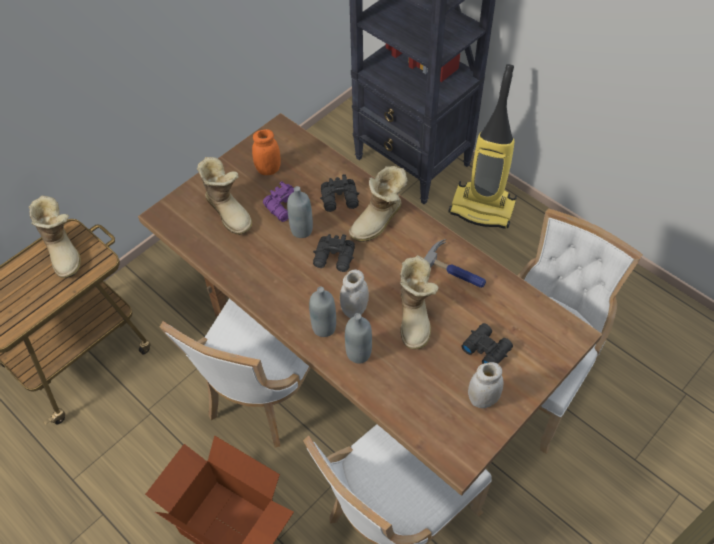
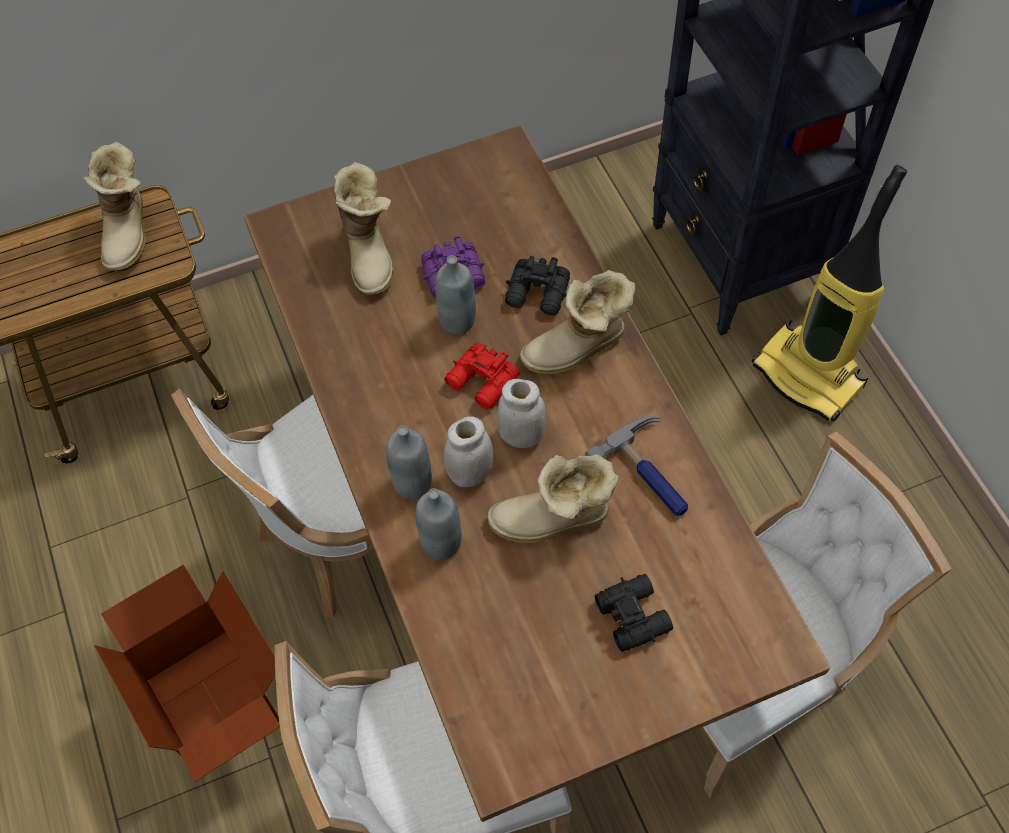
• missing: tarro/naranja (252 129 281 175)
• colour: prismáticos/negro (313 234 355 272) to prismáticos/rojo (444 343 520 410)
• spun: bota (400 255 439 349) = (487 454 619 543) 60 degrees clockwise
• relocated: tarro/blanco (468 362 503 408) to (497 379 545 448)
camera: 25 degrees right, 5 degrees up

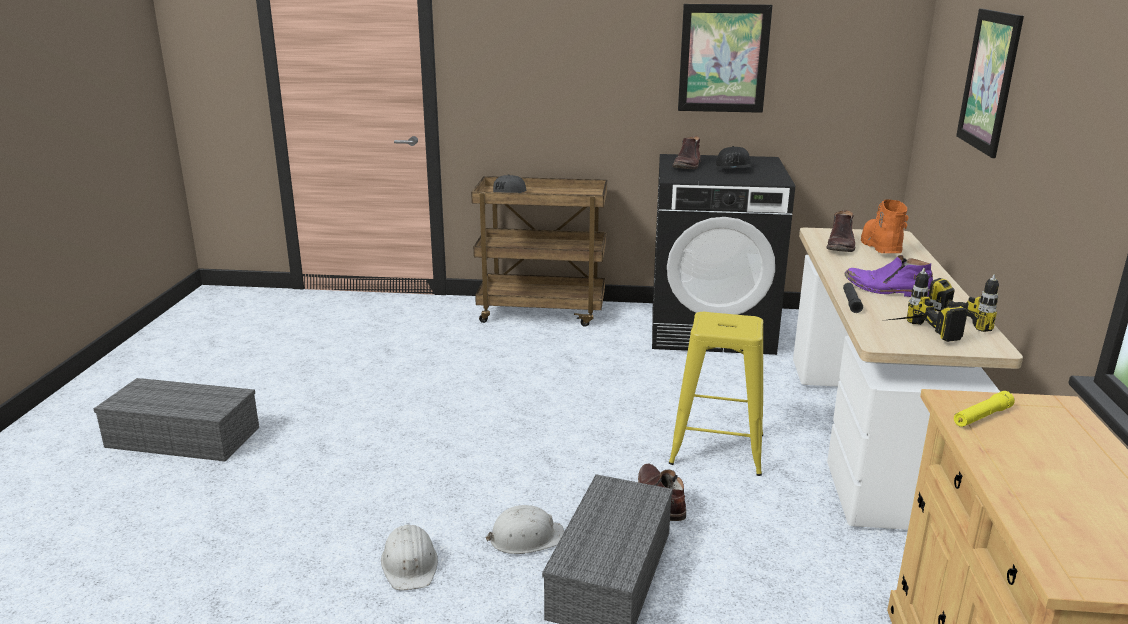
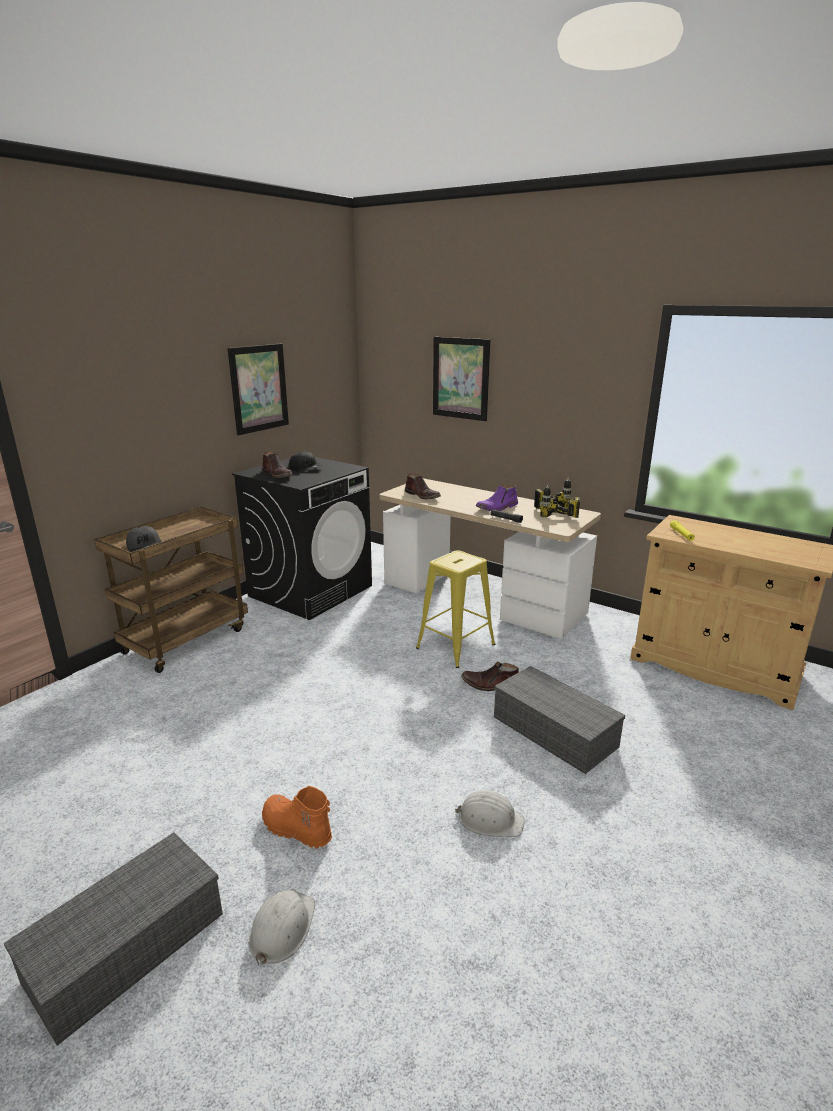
• relocated: casco/blanco (485 505 564 554) to (249 889 315 965)
• relocated: bota/naranja (861 199 908 253) to (262 786 332 849)
camera: 60 degrees left, 0 degrees up

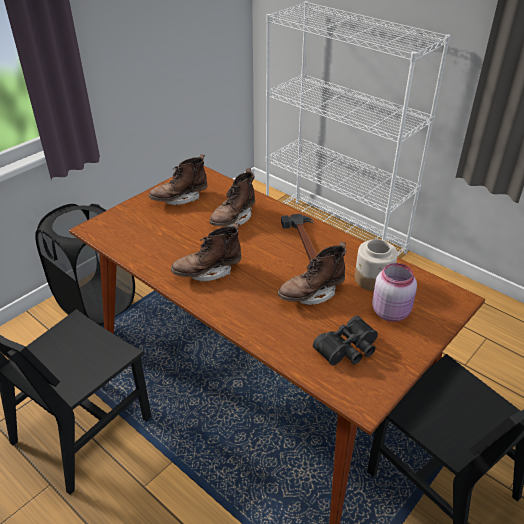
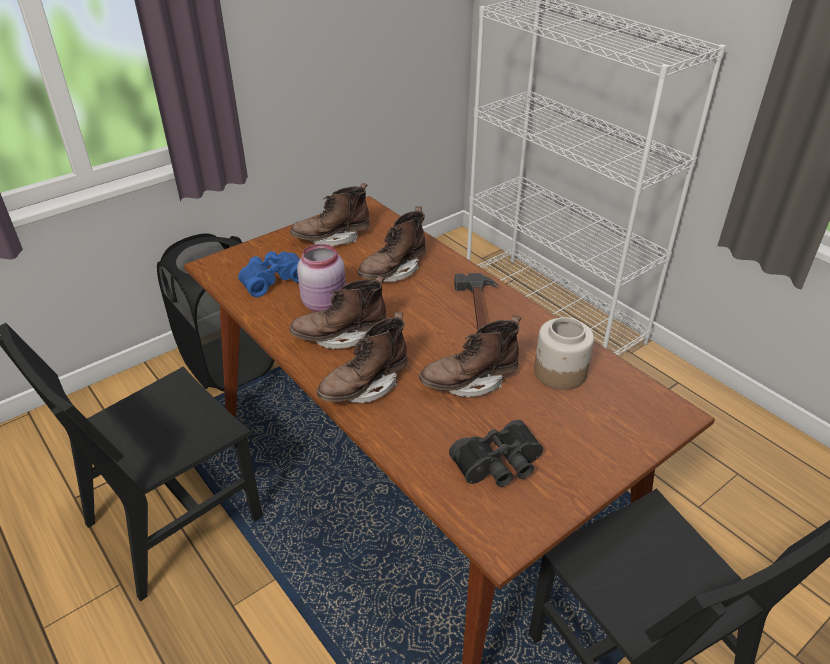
• relocated: tarro/rosa (372 263 417 322) to (297 244 346 312)
• appeared: prismáticos/azul (238 251 300 297)
• appeared: bota/marrón (317 312 408 403)
camera: 10 degrees right, 0 degrees up

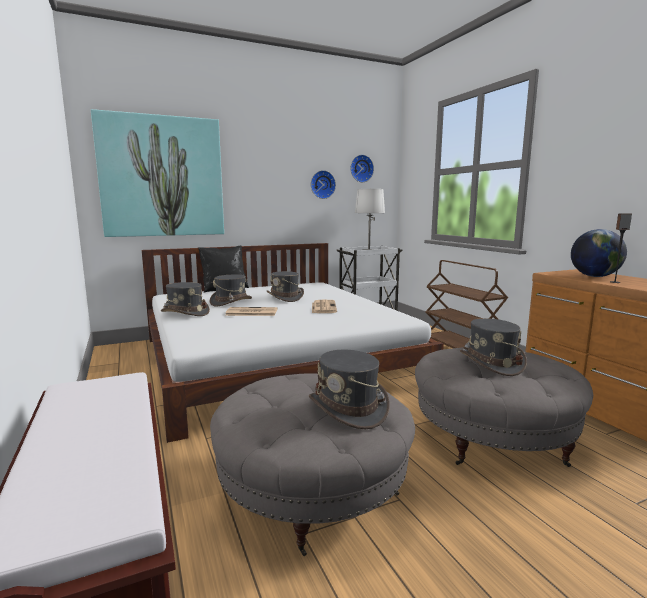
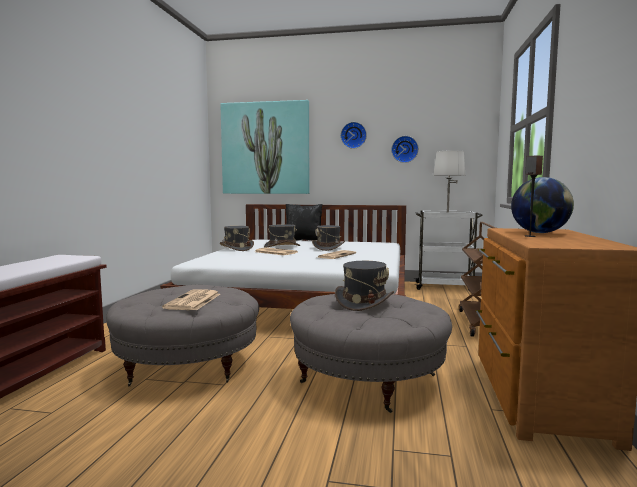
• exchanged: sombrero/gris (309 350 390 429) to periódico (162 289 220 310)
• relocated: reloj de pared (350 155 374 182) to (341 122 367 149)
camera: 35 degrees right, 5 degrees down

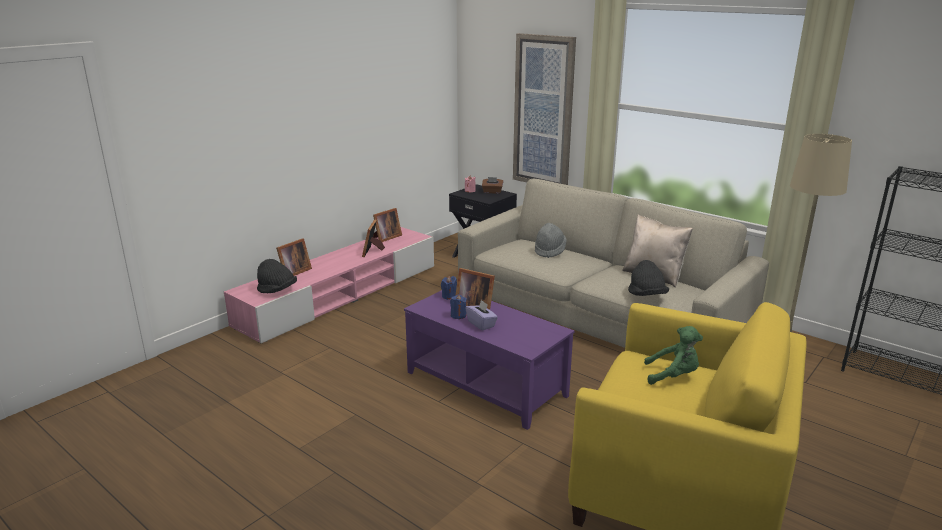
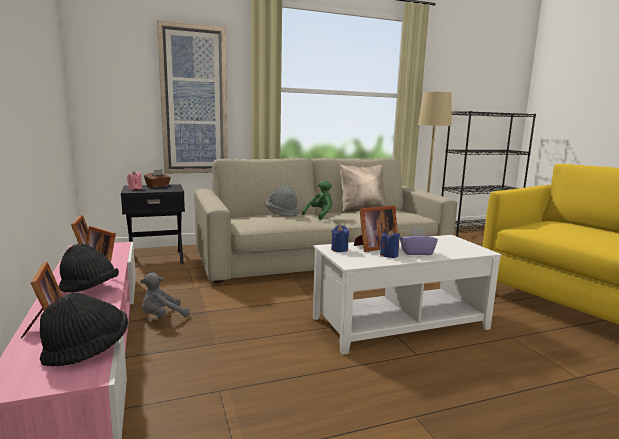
• colour: mesa de centro/morado (404 290 575 430) to mesa de centro/blanco (313 235 502 355)
• relocated: sombrero/negro (628 260 669 296) to (59 243 119 293)
• relocated: peluche/verde (644 326 703 385) to (302 180 332 220)
• appeared: peluche/gris (140 273 190 317)
camera: 60 degrees left, 10 degrees down

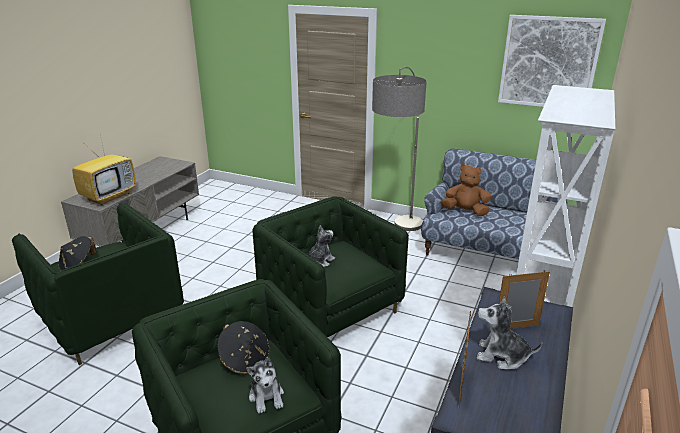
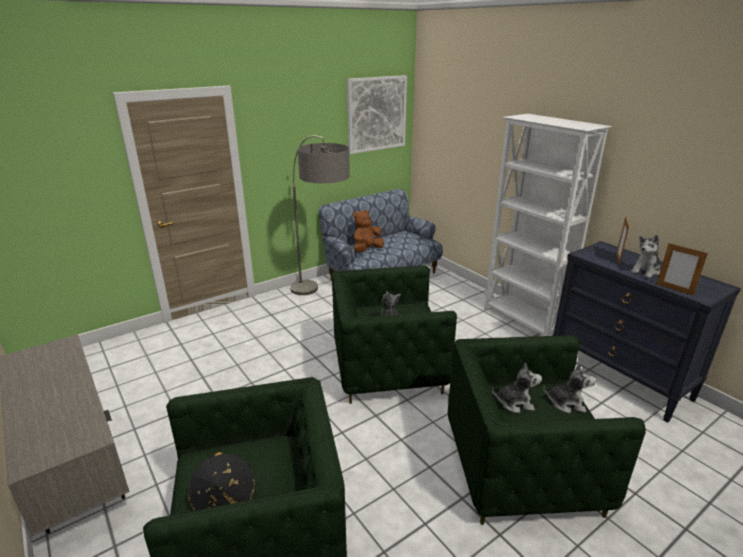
• missing: televisor (72 135 136 205)
• exchanged: sombrero/negro (217 321 270 375) to peluche (492 363 542 413)
camera: 60 degrees left, 0 degrees up

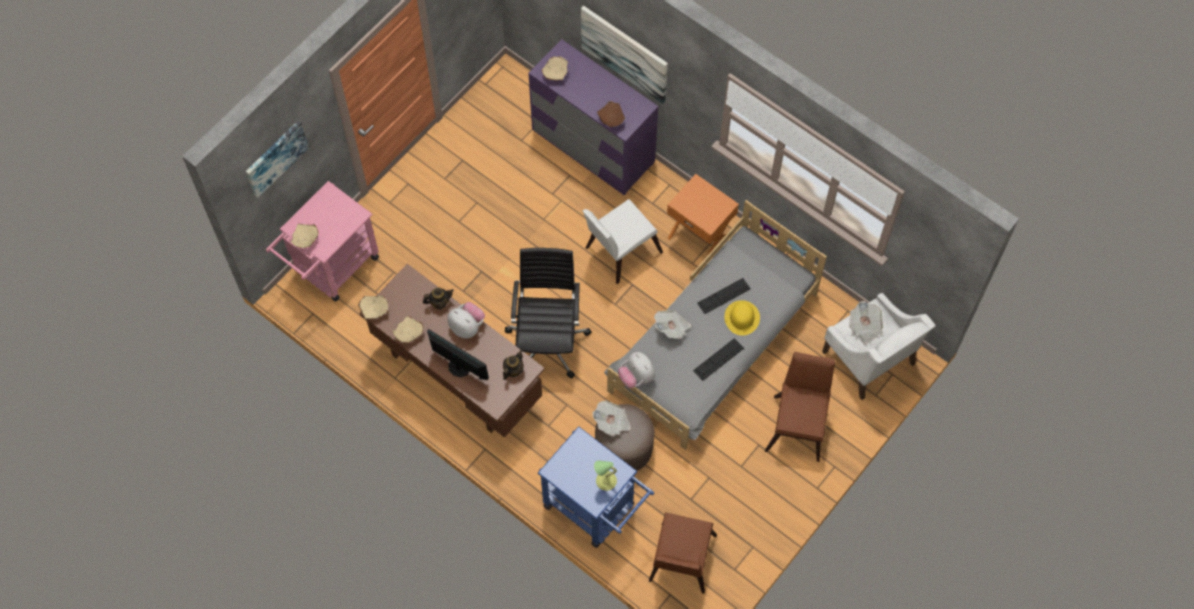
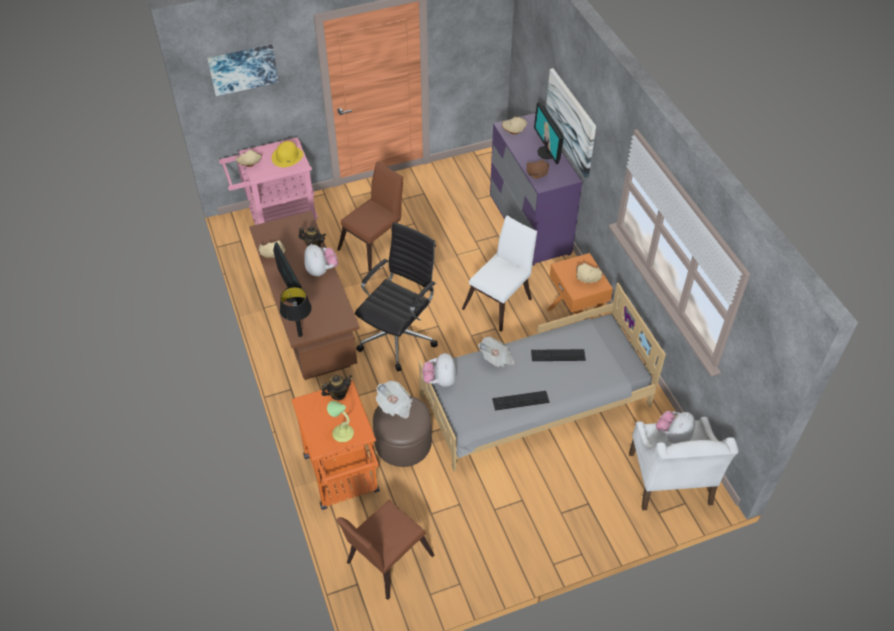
• relocated: cuenco/beis (358 295 388 319) to (576 263 603 283)
• relocated: tetera (503 350 524 380) to (321 375 352 400)
• colour: carrito/azul (538 426 654 548) to carrito/naranja (291 381 380 510)
• spun: silla/blanco (583 199 663 284) = (462 216 537 332) 135 degrees clockwise
• relocated: sombrero/amarillo (724 300 760 335) to (272 141 303 167)
• relocated: silla/marrón (765 351 835 462) to (337 161 403 272)
• exchanged: periódico (849 301 883 345) to peluche (656 411 695 444)
• appeared: lámpara de mesa/negro (280 287 312 337)
• appeared: monitor (534 102 564 164)
camera: 30 degrees right, 15 degrees down

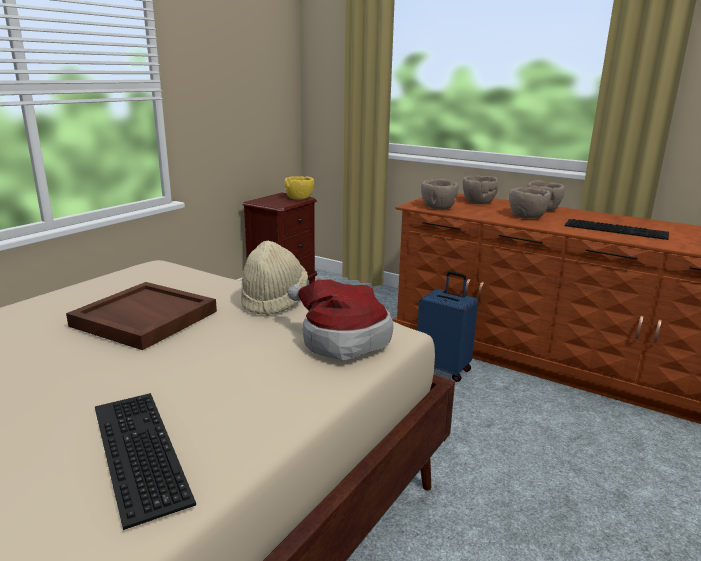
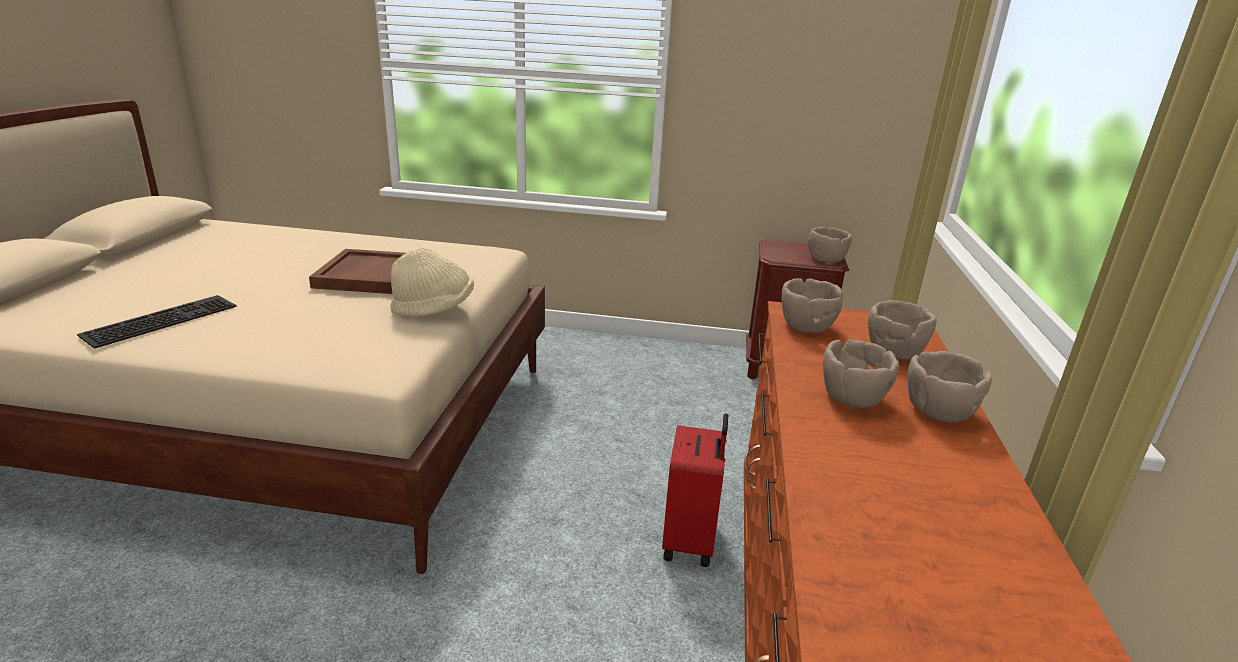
• colour: cuenco/amarillo (285 176 314 200) to cuenco/marrón (808 227 852 262)
• missing: sombrero (288 279 393 361)
• colour: maleta/azul (417 271 478 382) to maleta/rojo (662 413 728 567)
• missing: teclado (565 219 669 240)
camera: 65 degrees right, 5 degrees up

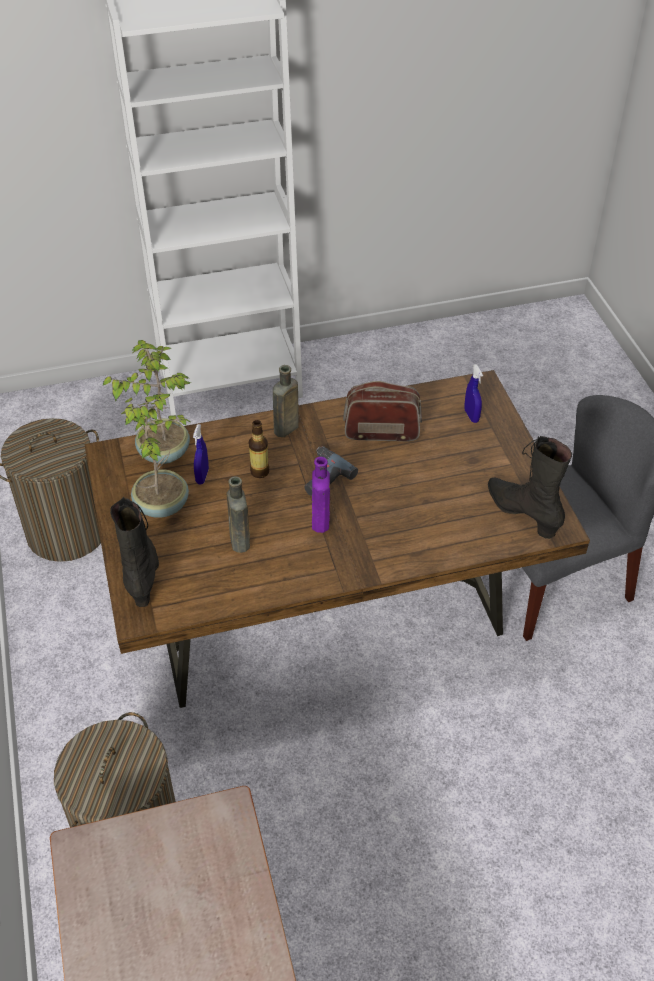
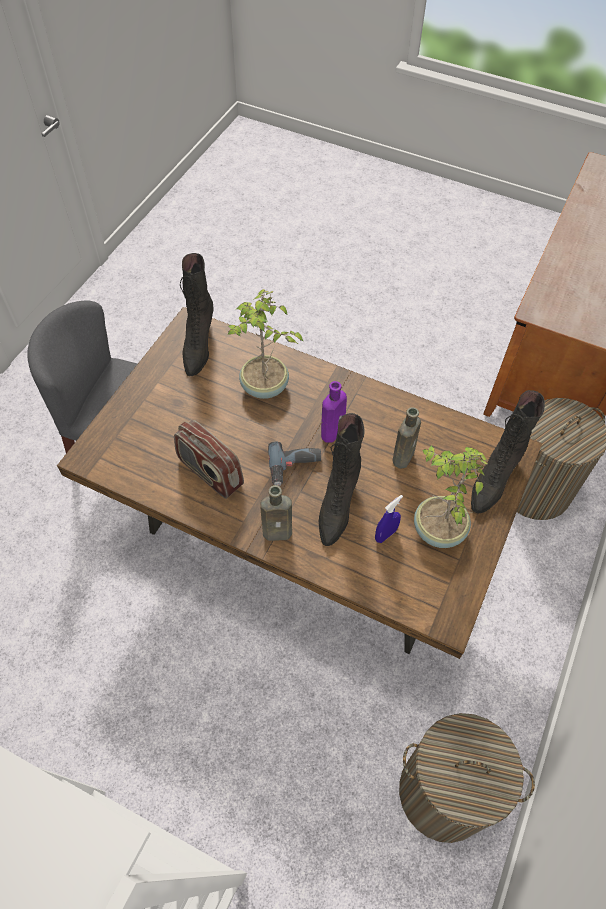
• relocated: planta en maceta (102 340 192 464) to (227 289 304 399)
• exchanged: botella (249 420 269 478) to bota/negro (319 413 364 546)
• missing: pulverizador/azul (464 364 483 423)
camera: 140 degrees left, 10 degrees up

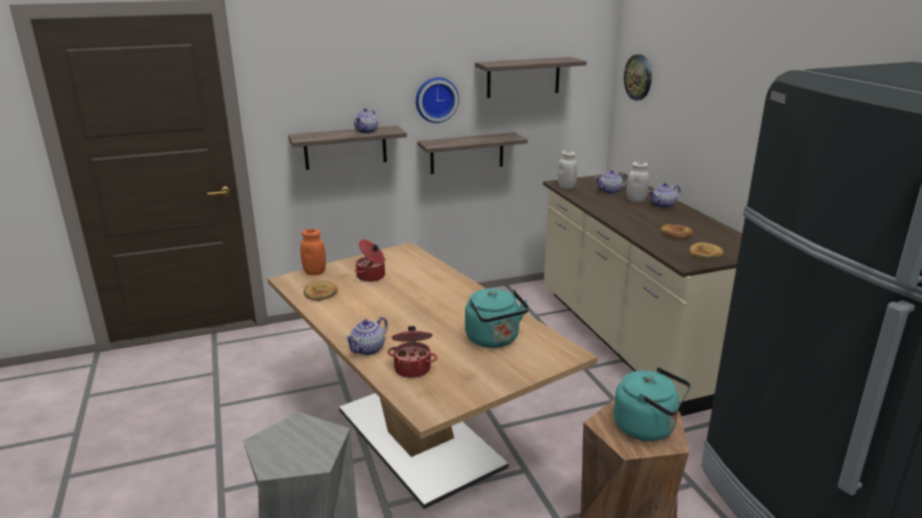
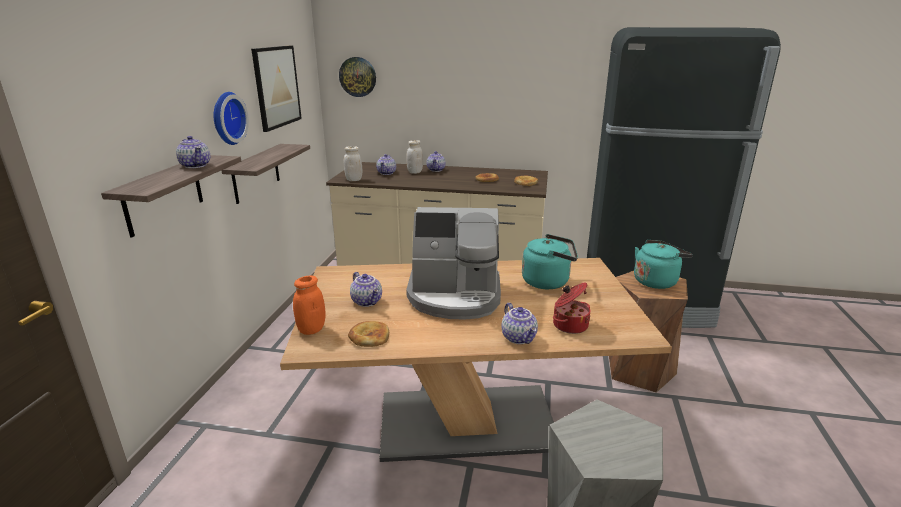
• exchanged: olla (355 239 386 282) to tetera (350 272 382 307)
• exchanged: estante (475 57 587 98) to cuadro (251 45 302 132)
• appeared: cafetera (406 207 501 319)
camera: 60 degrees left, 0 degrees up

